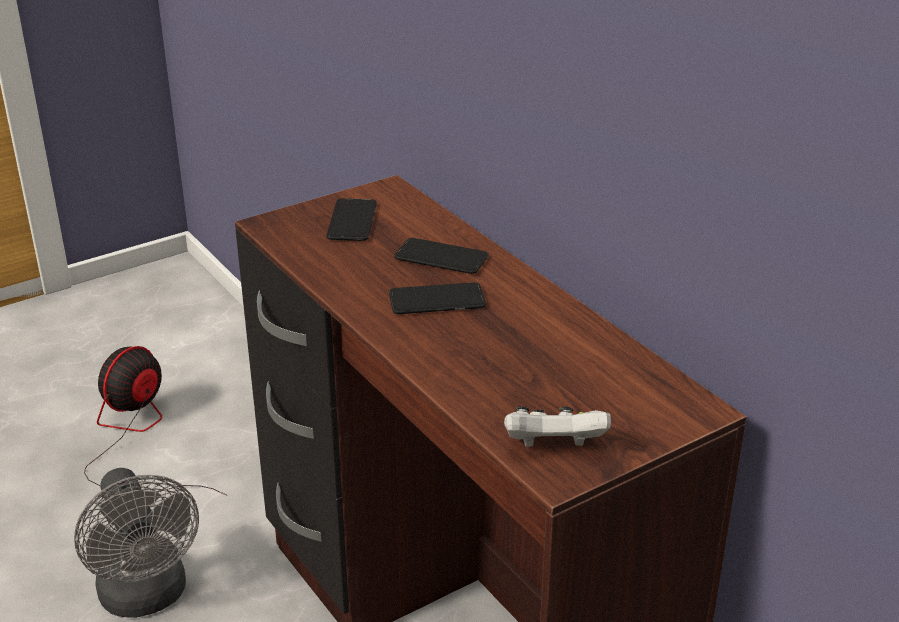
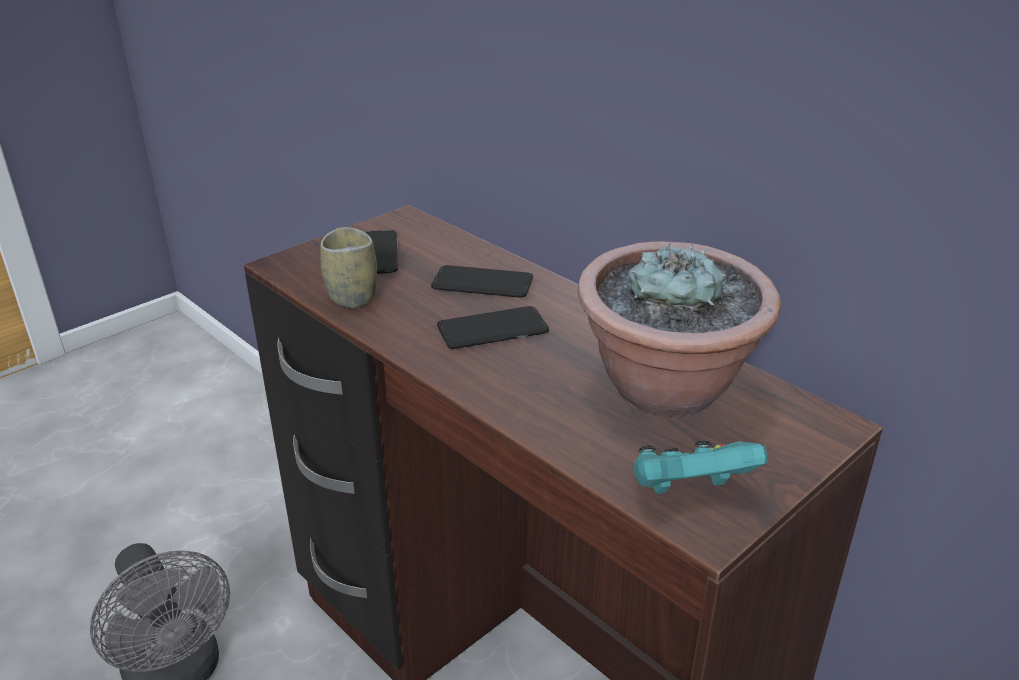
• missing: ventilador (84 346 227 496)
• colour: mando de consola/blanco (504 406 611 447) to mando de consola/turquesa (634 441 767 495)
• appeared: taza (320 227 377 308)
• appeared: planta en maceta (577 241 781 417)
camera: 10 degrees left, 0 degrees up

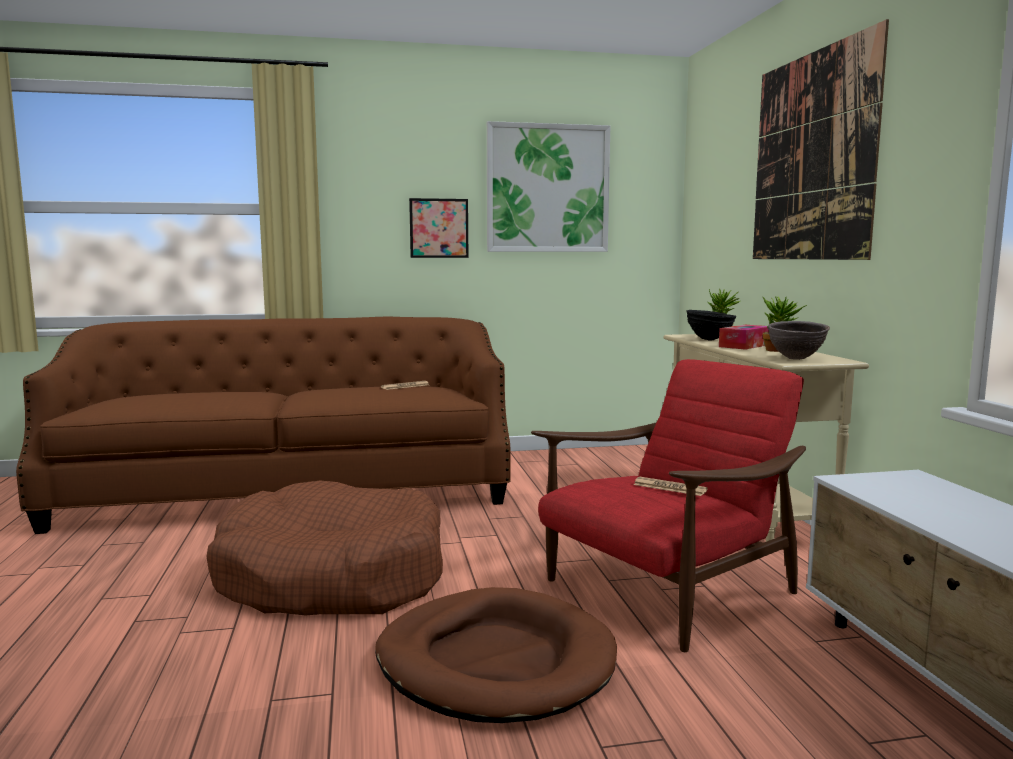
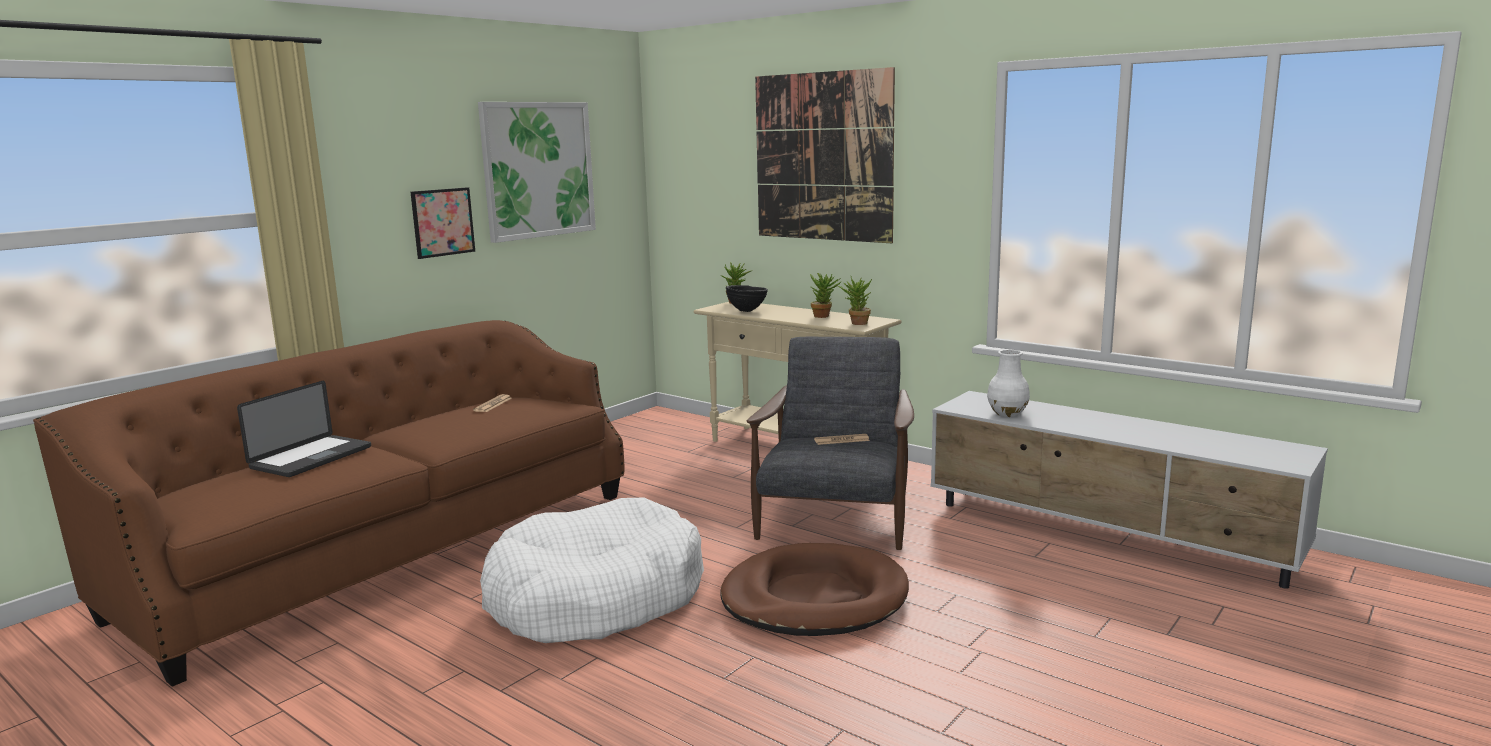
• colour: cama para perro/marrón (206 481 443 616) to cama para perro/blanco (480 498 704 643)
• colour: sillón/rojo (531 359 806 652) to sillón/gris (747 337 914 550)
• missing: caja de pañuelos (719 325 769 350)
• exchanged: cuenco/marrón (768 321 830 360) to planta en maceta (838 277 873 325)
• appeared: portátil (237 381 371 477)
• appeared: florero/blanco (987 350 1030 417)
camera: 40 degrees left, 5 degrees up

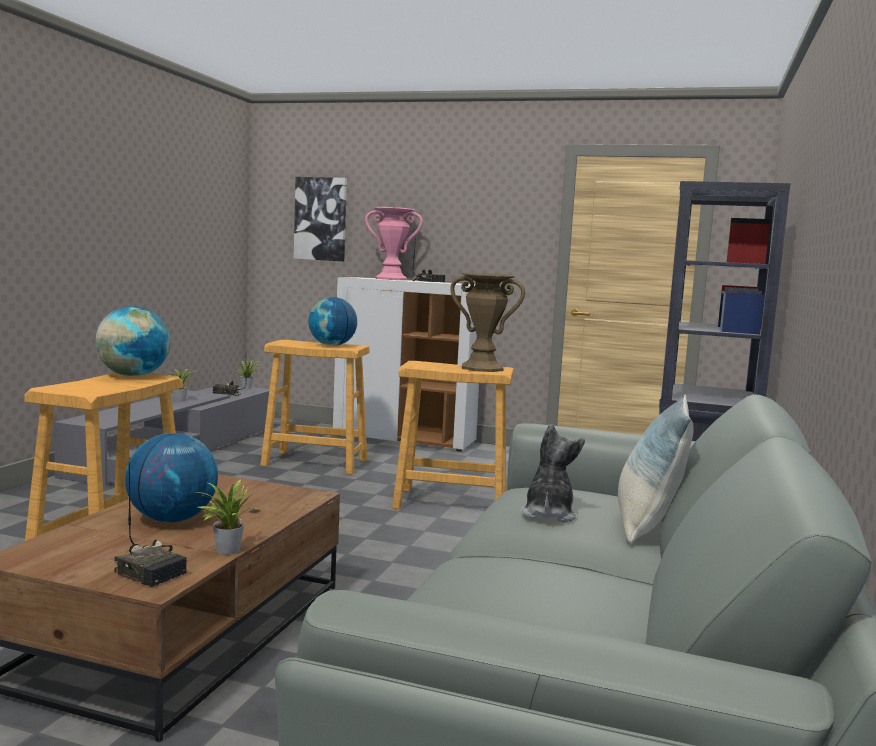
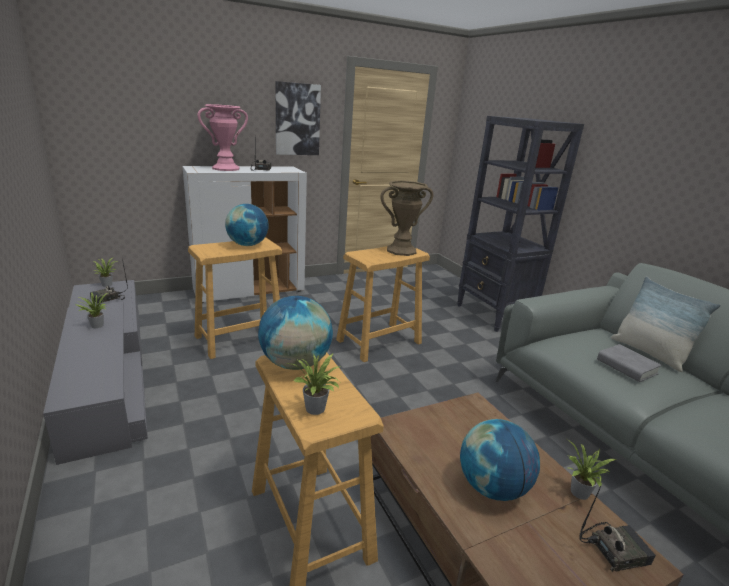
• relocated: cuadro (294 177 347 261) to (276 81 321 155)
• exchanged: peluche (521 424 585 523) to libro/gris (597 344 662 382)
• appeared: planta en maceta (286 354 340 415)
camera: 45 degrees left, 15 degrees up

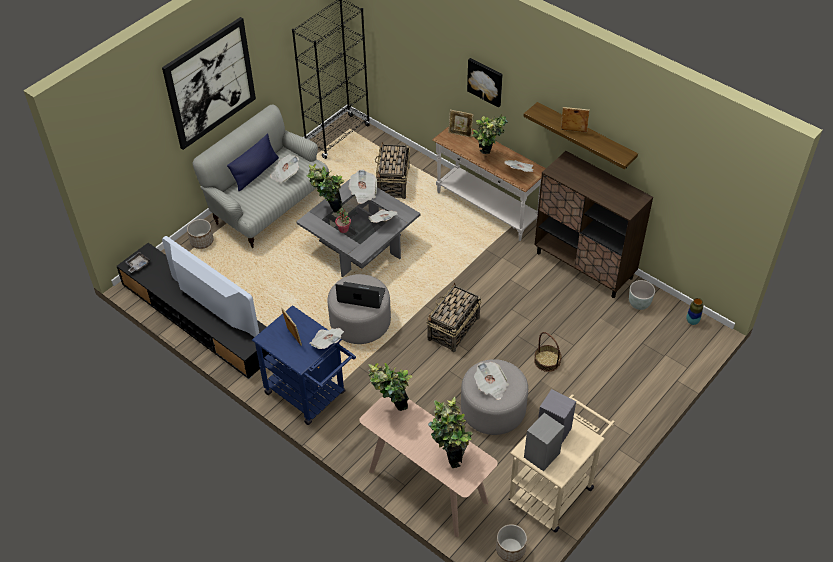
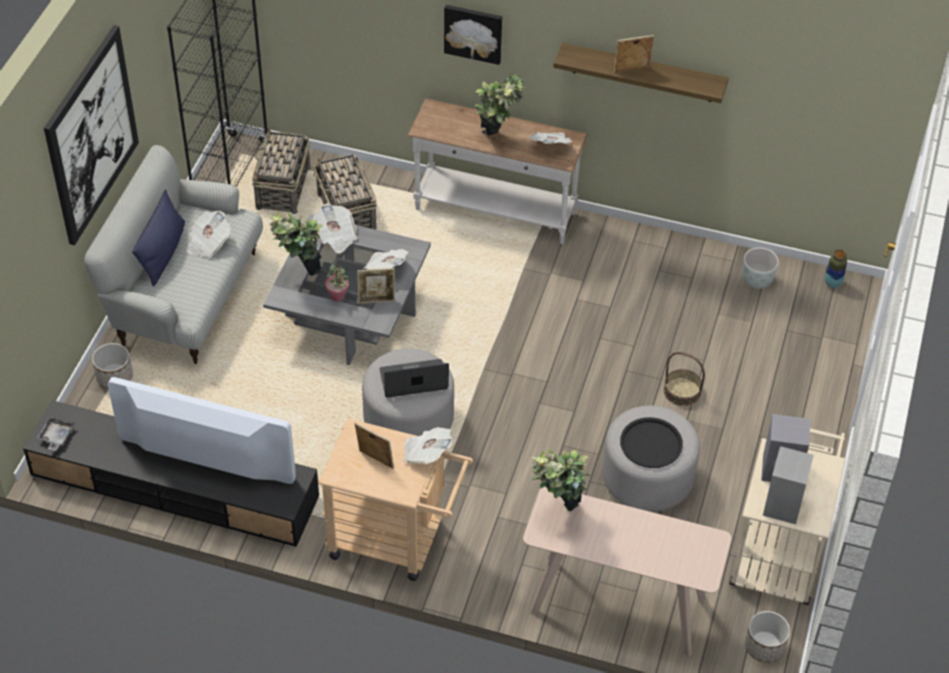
• colour: carrito/azul (252 305 356 425) to carrito/beis (319 418 473 581)
• relocated: cesta (426 282 482 352) to (252 128 310 214)
• missing: planta en maceta (428 397 473 468)
• relocated: portarretratos (448 110 473 137) to (357 268 395 304)
• exchanged: periódico (474 362 509 400) to bandeja/negro (620 417 683 468)
• missing: armario/marrón (534 151 653 298)
camera: 25 degrees left, 0 degrees up

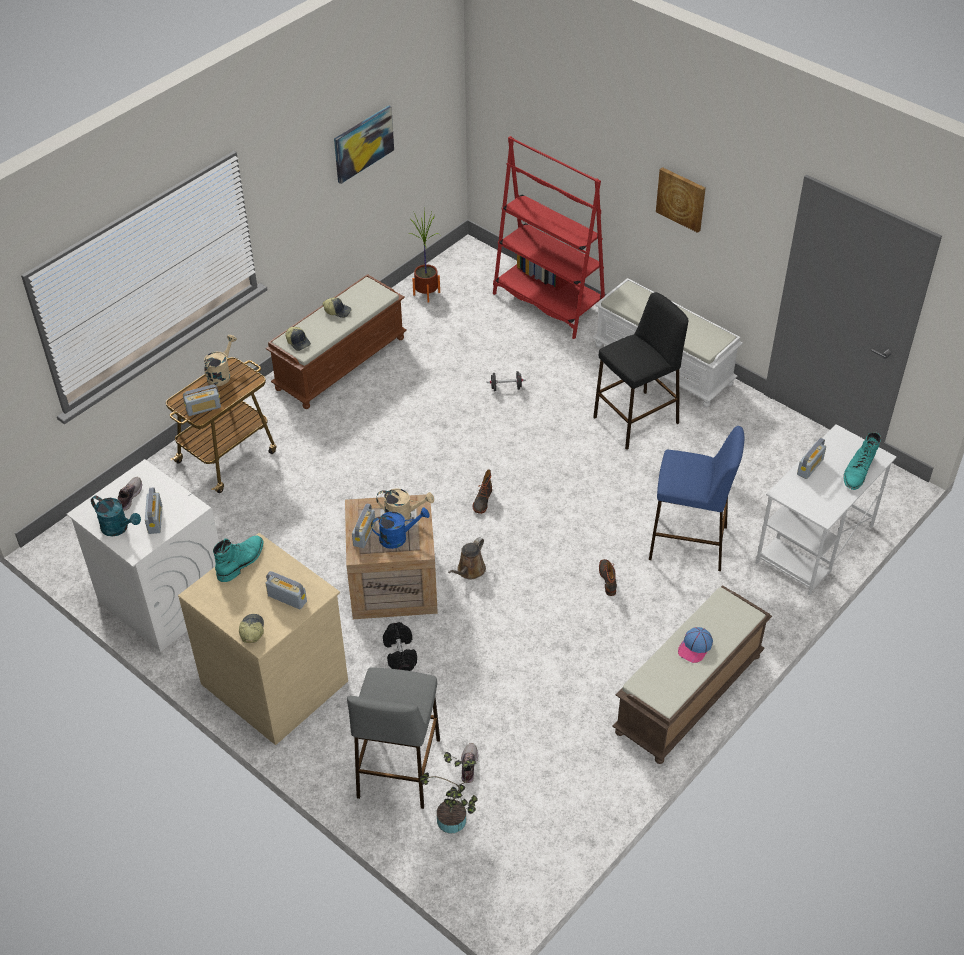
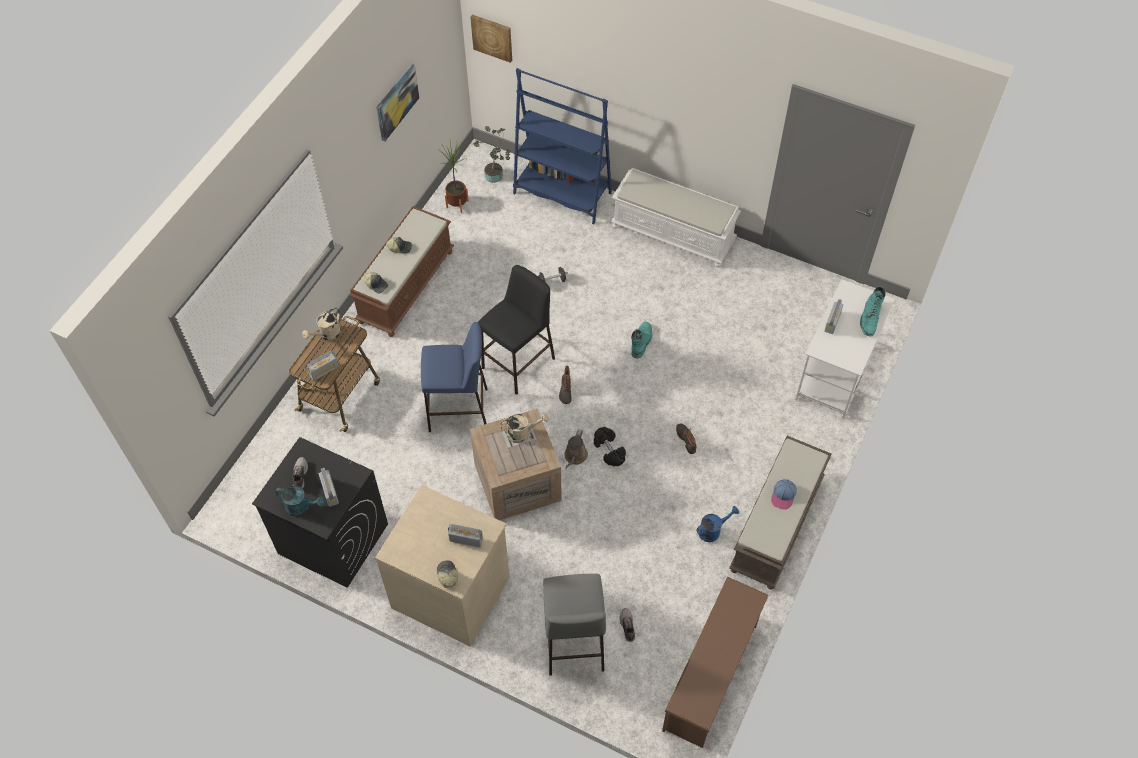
• colour: lavadora/blanco (67 459 219 652) to lavadora/negro (252 437 388 588)
• spun: regadera/beis (204 335 237 386) = (302 307 341 340) 150 degrees counterclockwise
• relocated: bota/turquesa (213 535 264 582) to (631 322 652 358)
• missing: radio (352 503 376 548)
• relocated: regadera/azul (371 507 429 549) to (696 506 739 542)
• relocated: mancuerna/negro (383 622 417 671) to (594 427 626 467)
• relocated: planta en maceta (420 752 478 833) to (474 126 510 183)
• colour: estantería/rojo (493 136 605 339) to estantería/azul (513 68 612 224)
• relocated: taburete/negro (593 292 688 450) to (478 265 555 395)
• relocated: taburete/azul (649 426 744 571) to (421 322 488 432)
• relocated: cuadro (656 167 706 233) to (470 15 512 63)
• appeared: zapatero/marrón (662 577 769 748)
camera: 15 degrees left, 10 degrees up

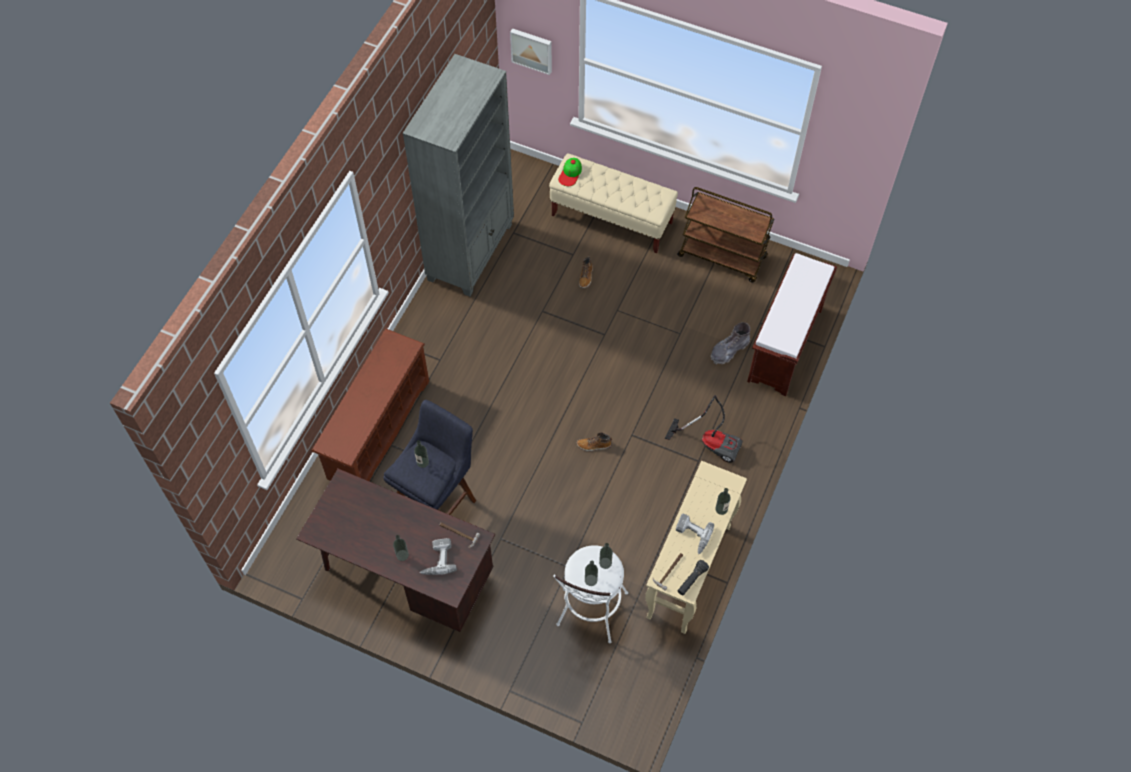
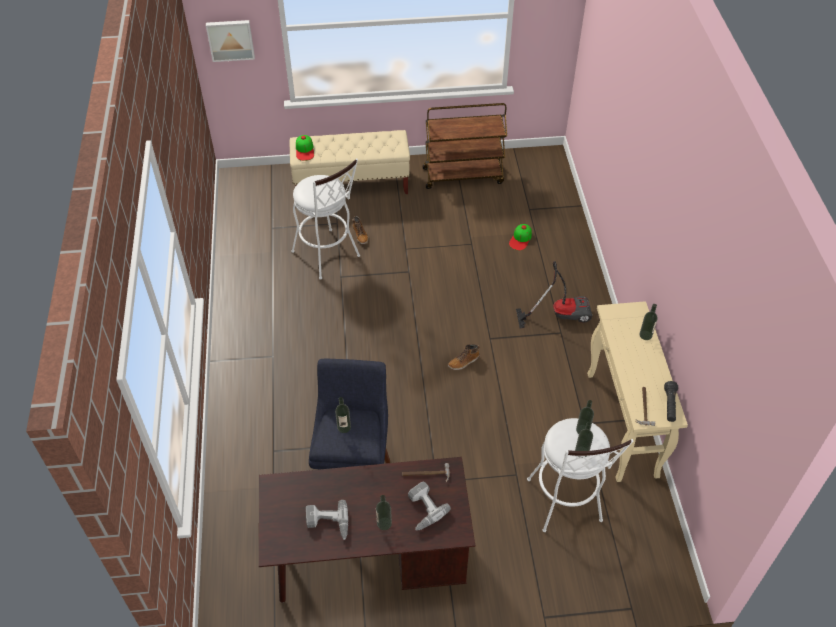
• missing: zapatero/marrón (312 329 429 482)
• missing: estantería/gris (403 54 514 297)
• relocated: taladro (676 514 714 554) to (306 500 349 540)
• exchanged: bota/gris (711 322 750 364) to gorra (509 224 532 250)
• missing: banco/marrón (747 253 837 396)
• appeared: taburete/blanco (291 158 360 280)
camera: 30 degrees left, 10 degrees down

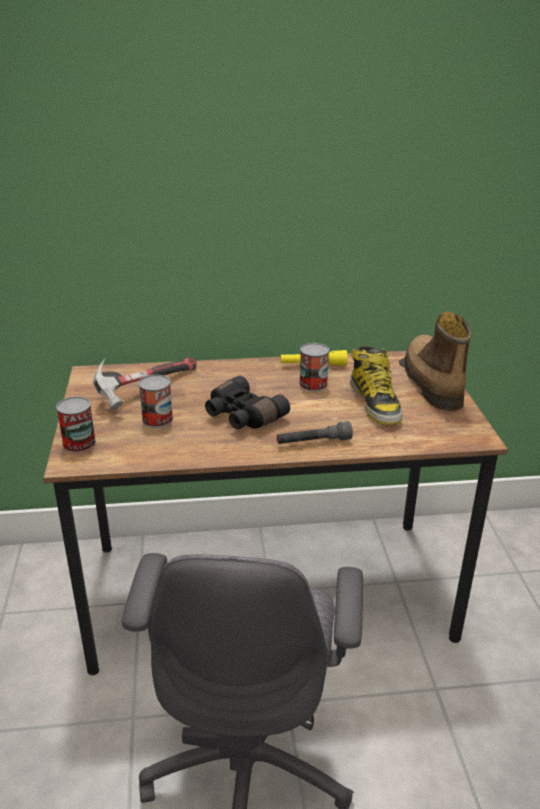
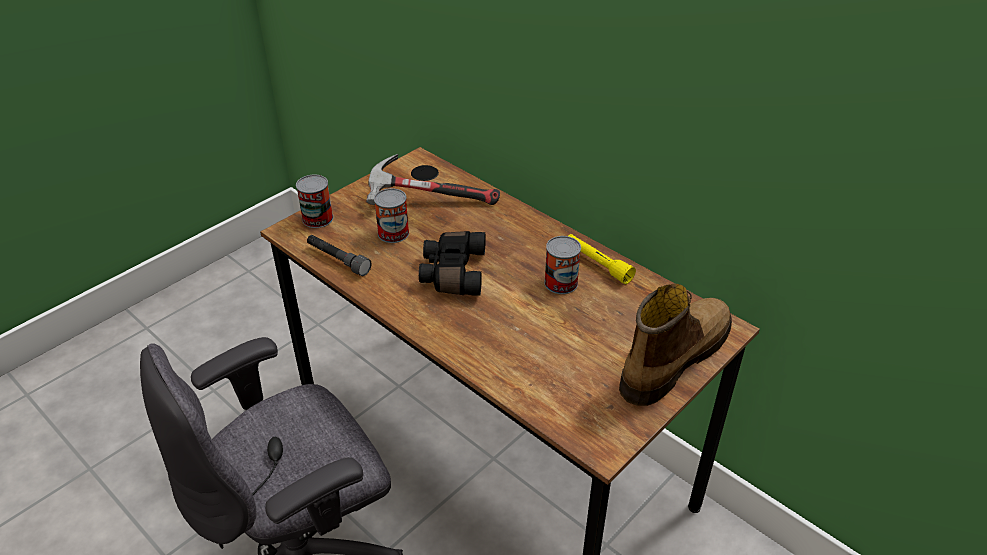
• relocated: linterna/gris (277 421 353 444) to (307 235 372 276)
• missing: bota (350 346 403 425)
camera: 50 degrees right, 10 degrees up

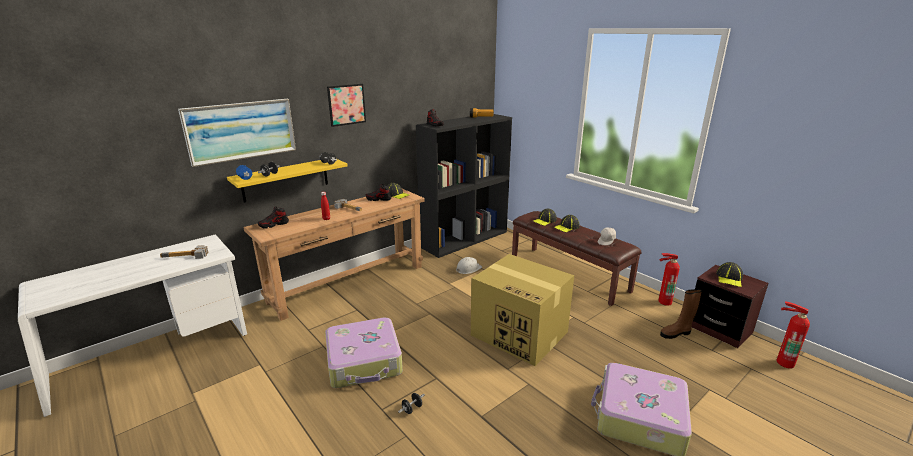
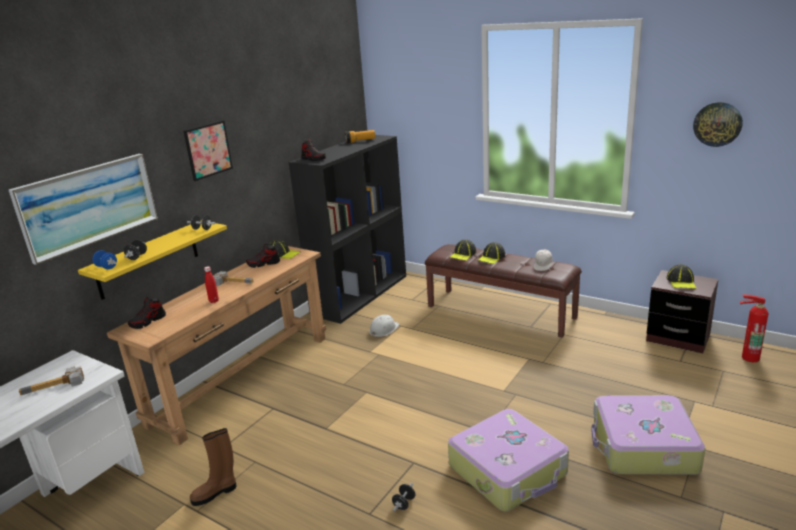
• relocated: maleta (325 318 403 388) to (448 409 569 512)
• missing: caja de cartón (471 254 574 366)
• missing: extintor (658 253 680 306)
• relocated: bota/marrón (660 289 702 339) to (190 428 236 506)
• appeared: reloj de pared (693 102 743 147)
camera: 15 degrees left, 0 degrees up

